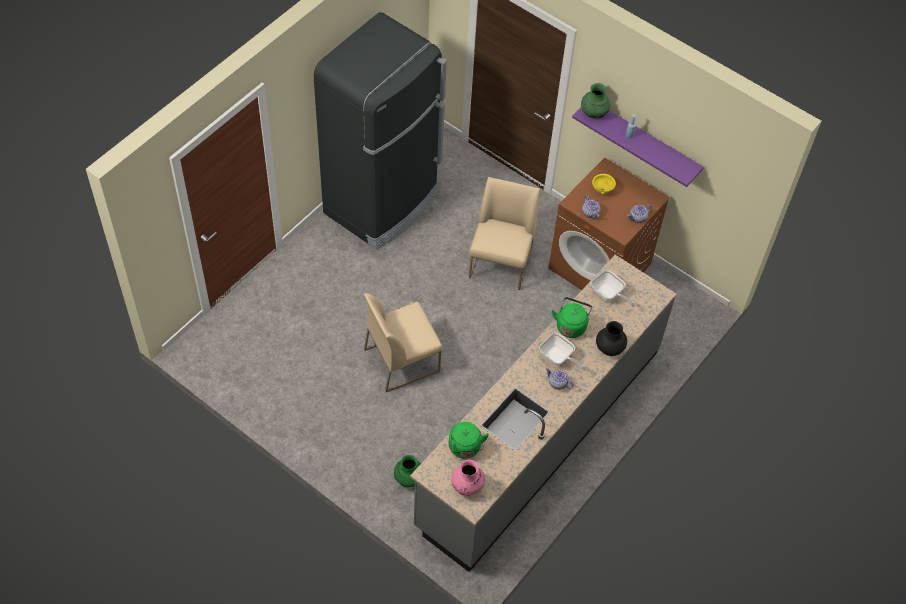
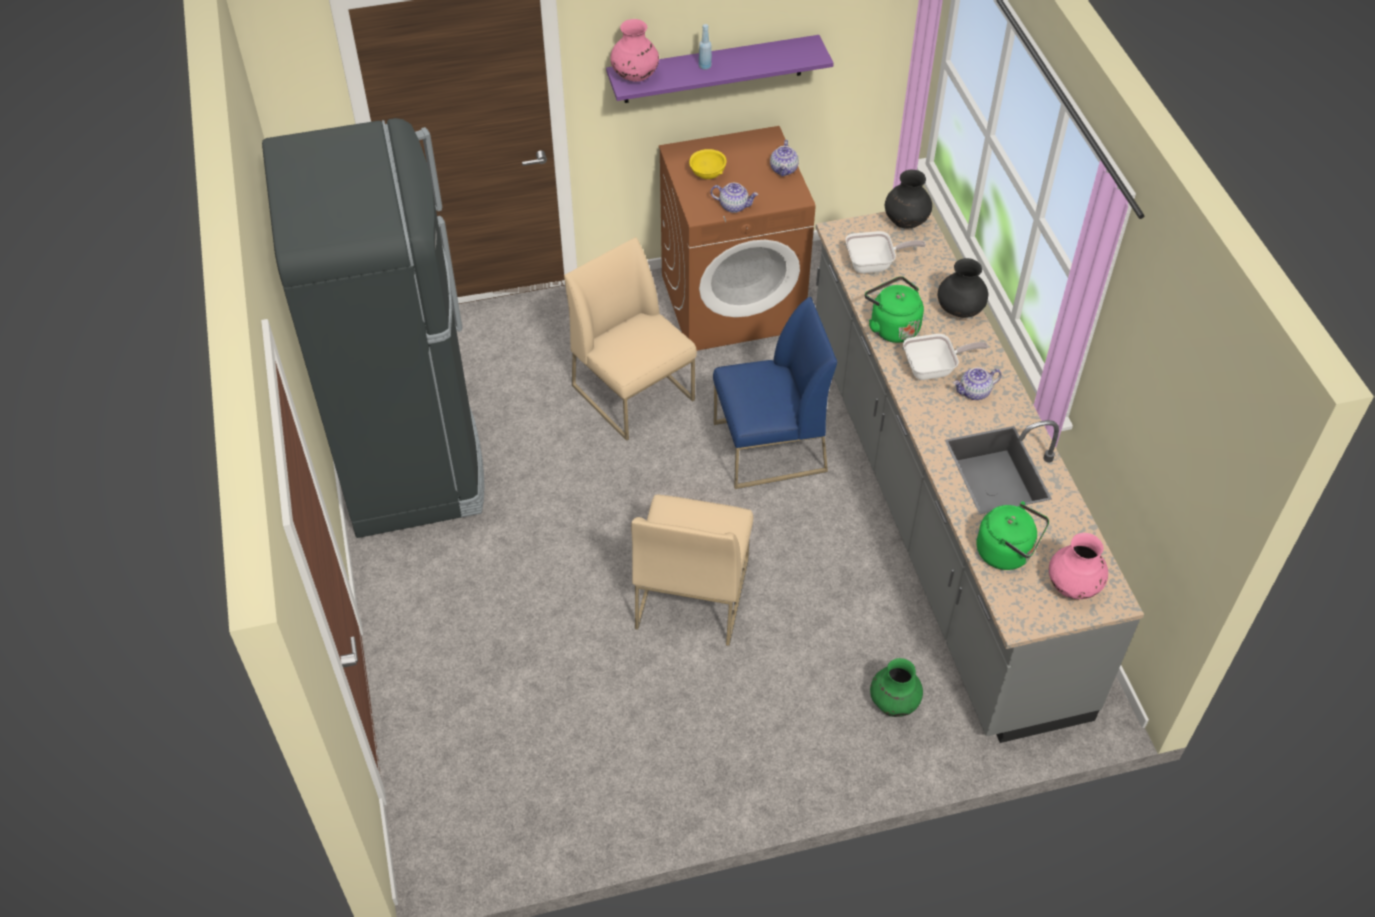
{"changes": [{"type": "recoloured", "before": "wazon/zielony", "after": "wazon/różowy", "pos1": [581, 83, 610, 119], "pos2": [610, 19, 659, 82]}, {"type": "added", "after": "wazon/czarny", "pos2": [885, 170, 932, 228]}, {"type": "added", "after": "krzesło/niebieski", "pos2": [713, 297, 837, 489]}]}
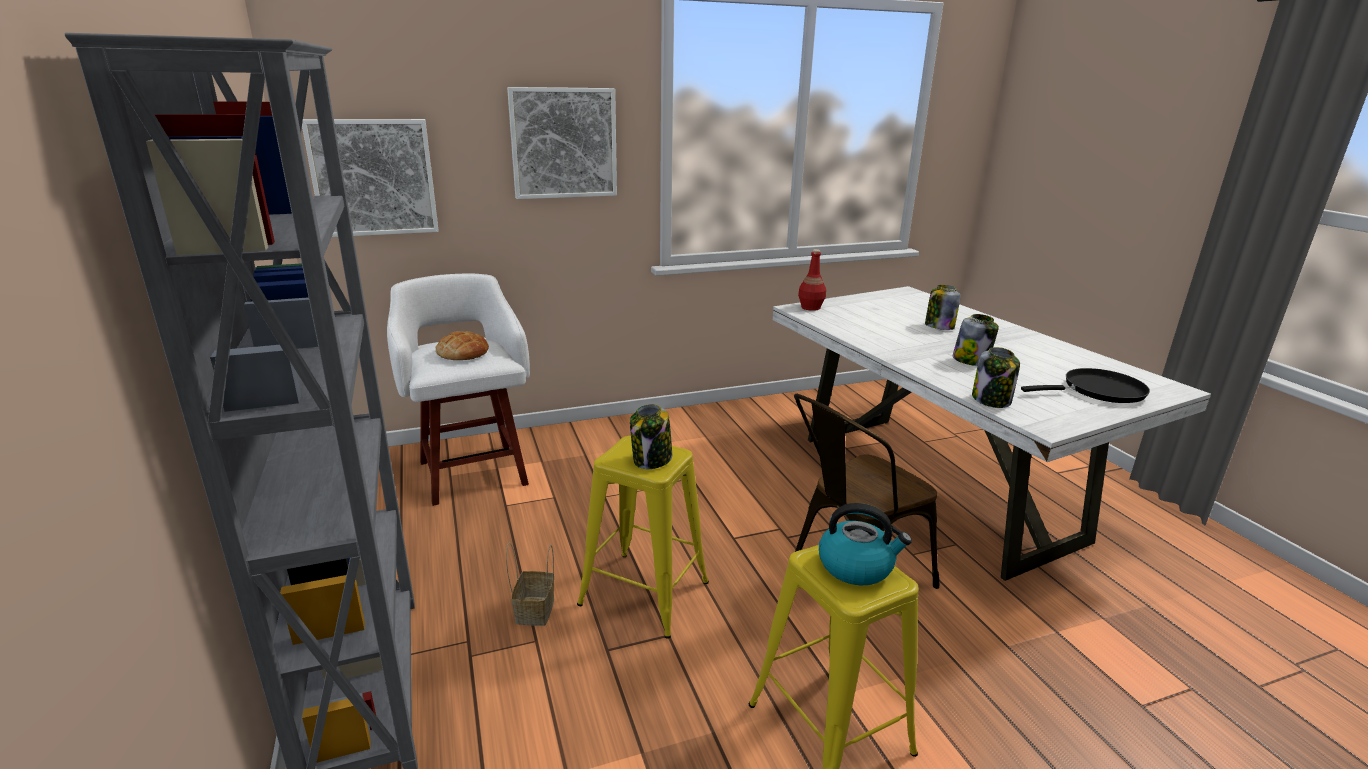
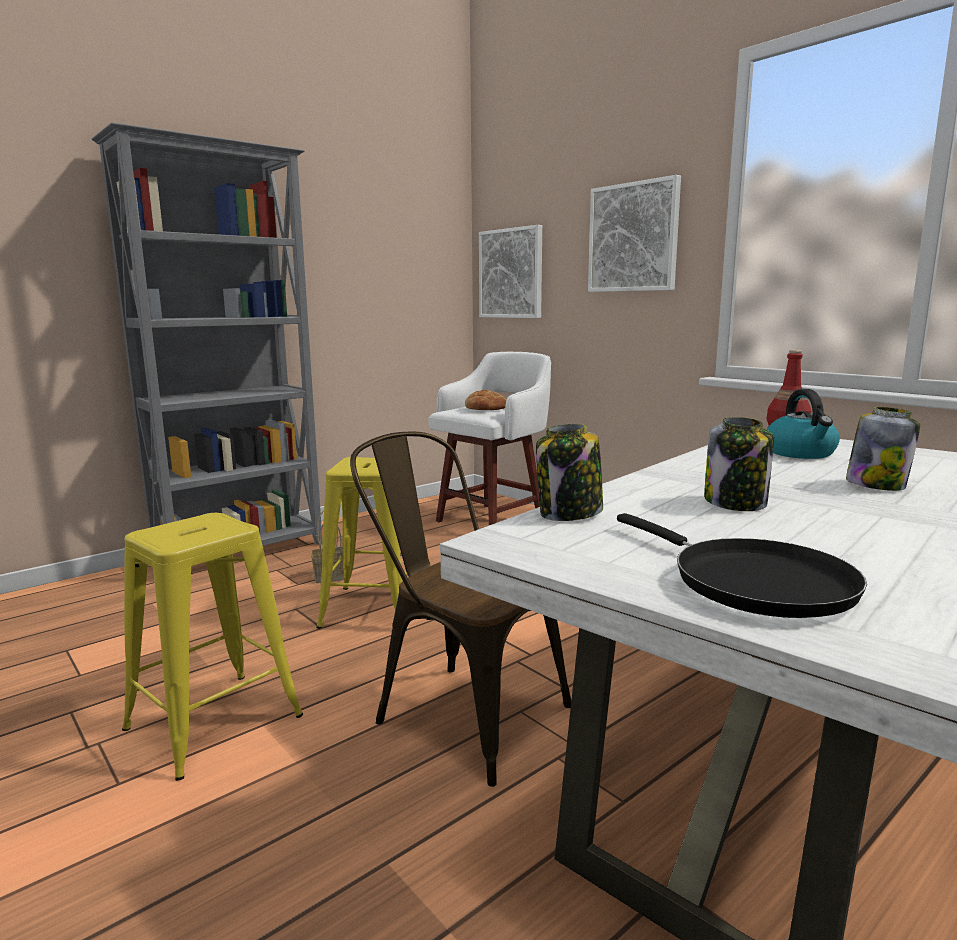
{"changes": [{"type": "removed", "before": "słoik", "pos1": [630, 404, 672, 469]}, {"type": "moved", "before": "czajnik", "pos1": [819, 503, 912, 585], "pos2": [767, 389, 840, 459]}]}
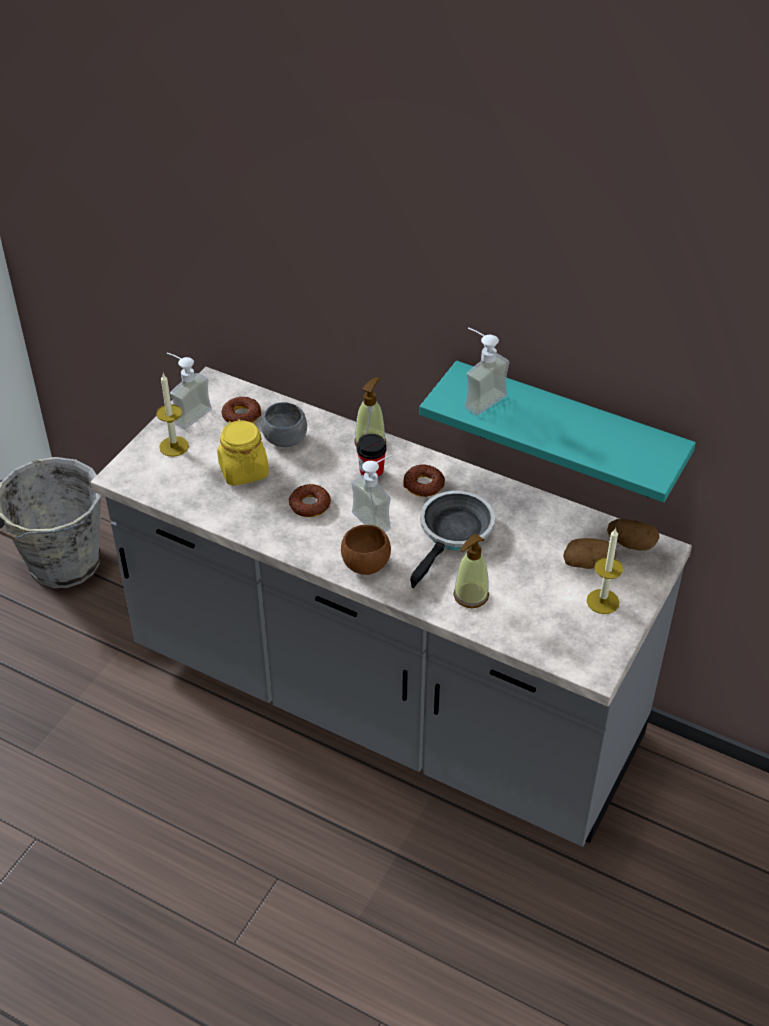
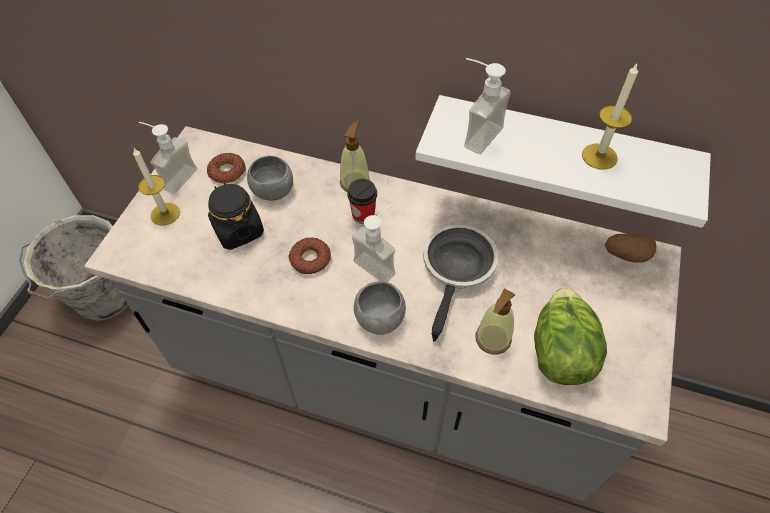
{"changes": [{"type": "recoloured", "before": "półka/turkusowy", "after": "półka/biały", "pos1": [419, 361, 696, 502], "pos2": [415, 95, 711, 228]}, {"type": "recoloured", "before": "słoik/żółty", "after": "słoik/czarny", "pos1": [217, 419, 269, 486], "pos2": [208, 182, 264, 250]}, {"type": "removed", "before": "donut", "pos1": [403, 464, 445, 497]}, {"type": "recoloured", "before": "miska/brązowy", "after": "miska/szary", "pos1": [341, 525, 391, 575], "pos2": [354, 281, 406, 335]}, {"type": "moved", "before": "świeca", "pos1": [587, 528, 623, 614], "pos2": [582, 64, 638, 170]}, {"type": "removed", "before": "ziemniak", "pos1": [563, 538, 616, 569]}, {"type": "added", "after": "sałata", "pos2": [534, 287, 607, 385]}]}
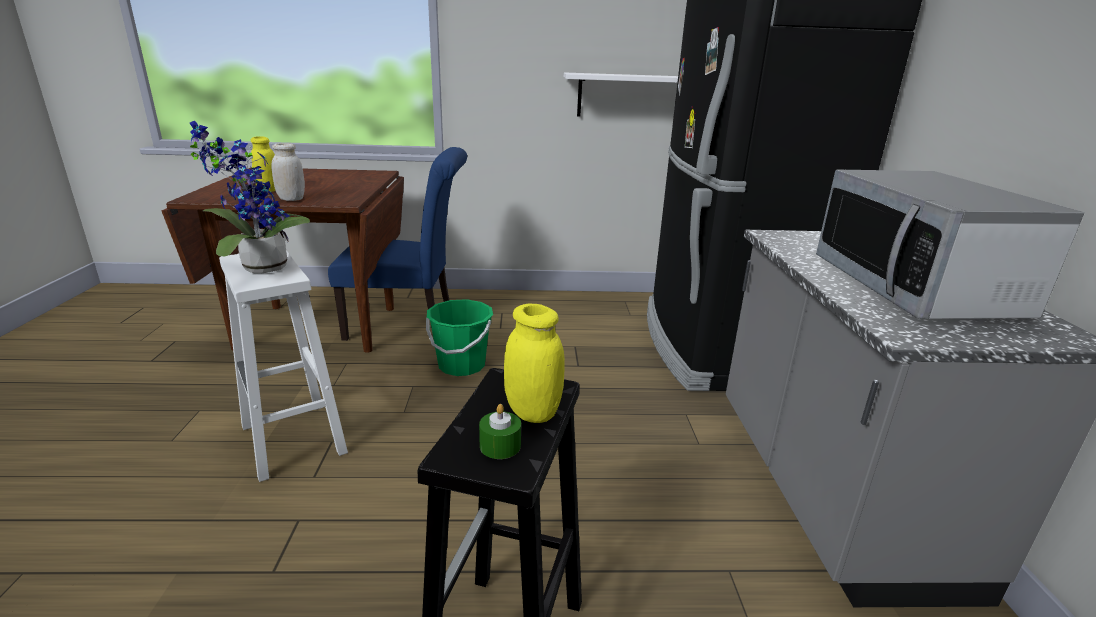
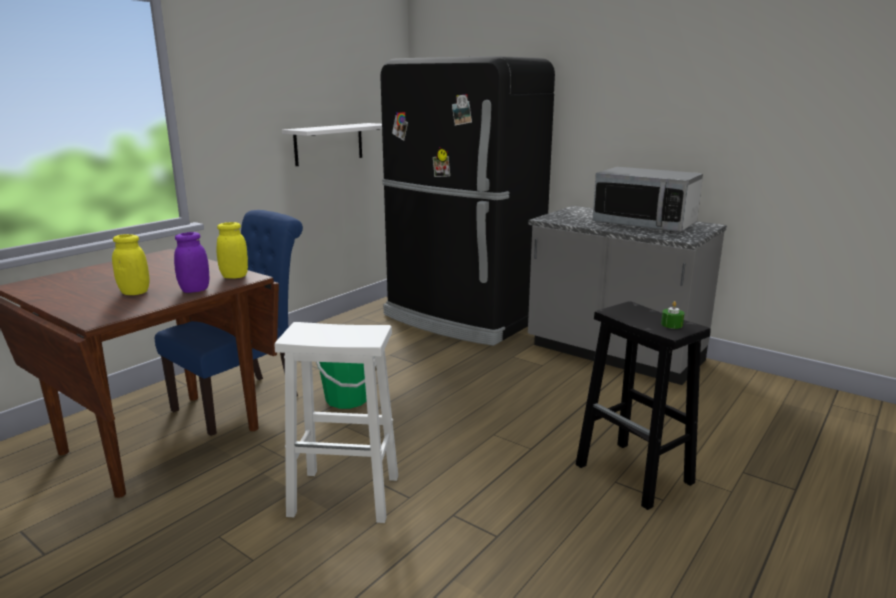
{"changes": [{"type": "removed", "before": "roślina doniczkowa", "pos1": [190, 121, 310, 273]}, {"type": "recoloured", "before": "słoik/biały", "after": "słoik/fioletowy", "pos1": [271, 143, 305, 201], "pos2": [174, 232, 209, 293]}, {"type": "moved", "before": "słoik/żółty", "pos1": [504, 304, 565, 423], "pos2": [217, 222, 248, 279]}]}
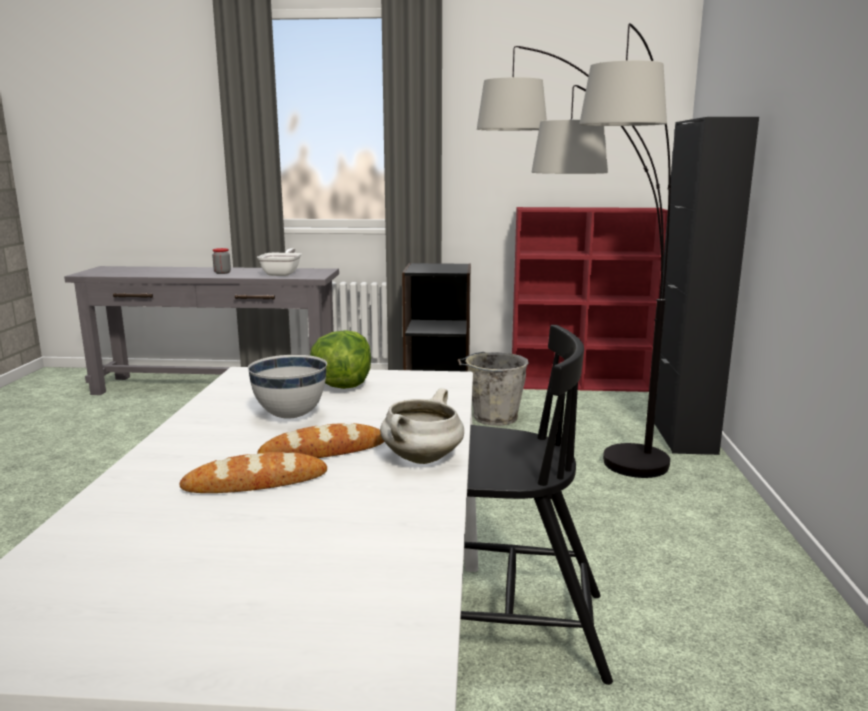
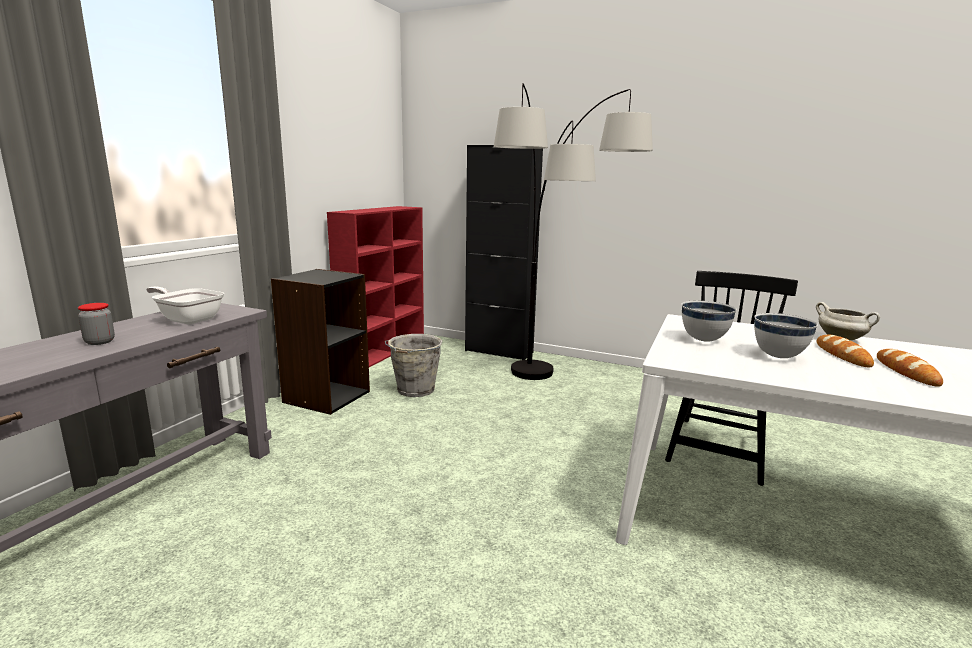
{"changes": [{"type": "replaced", "before": "sałata", "after": "miska/biały", "pos1": [310, 330, 371, 389], "pos2": [682, 301, 737, 342]}]}
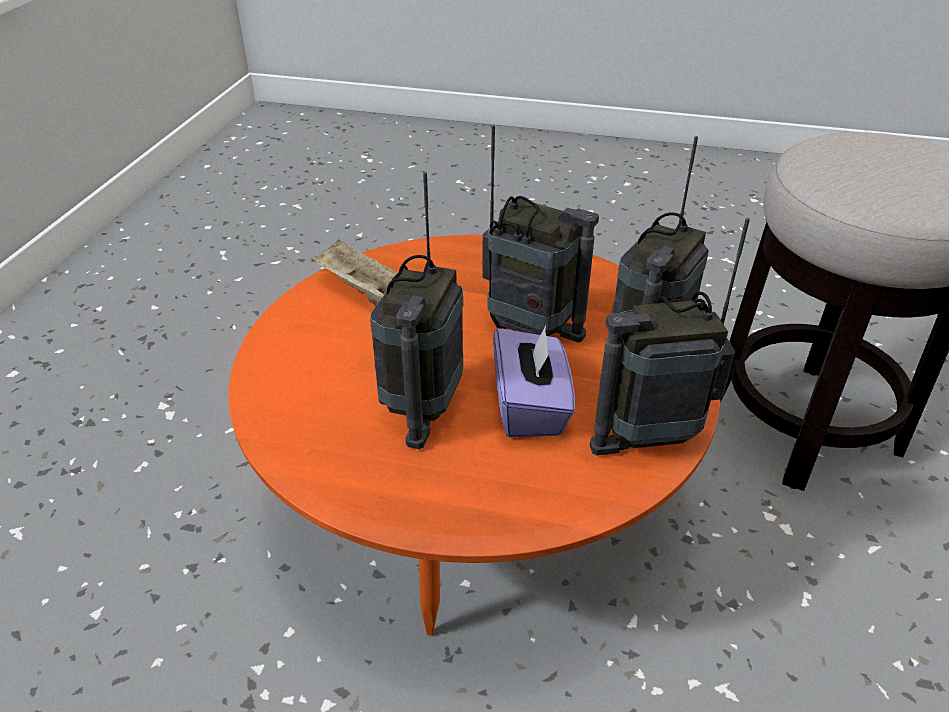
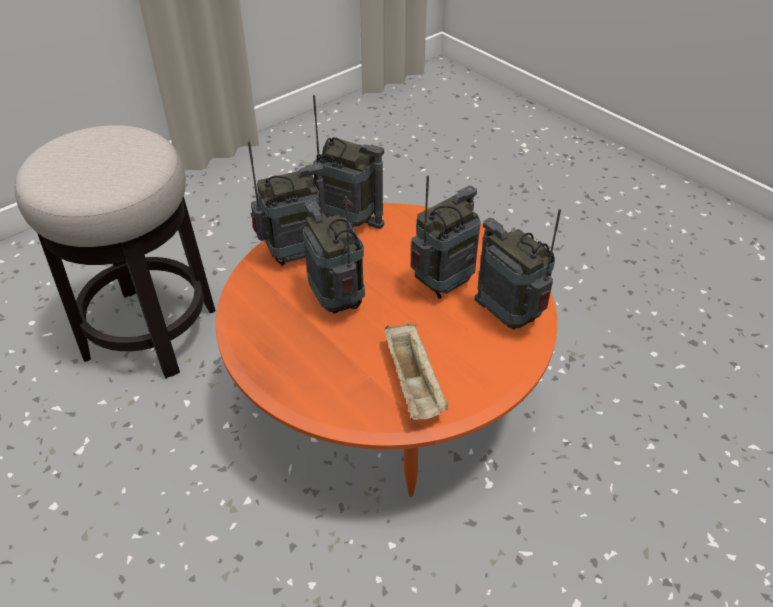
{"changes": [{"type": "removed", "before": "pudełko chusteczek/fioletowy", "pos1": [493, 325, 575, 438]}, {"type": "added", "after": "radio", "pos2": [475, 209, 561, 330]}]}
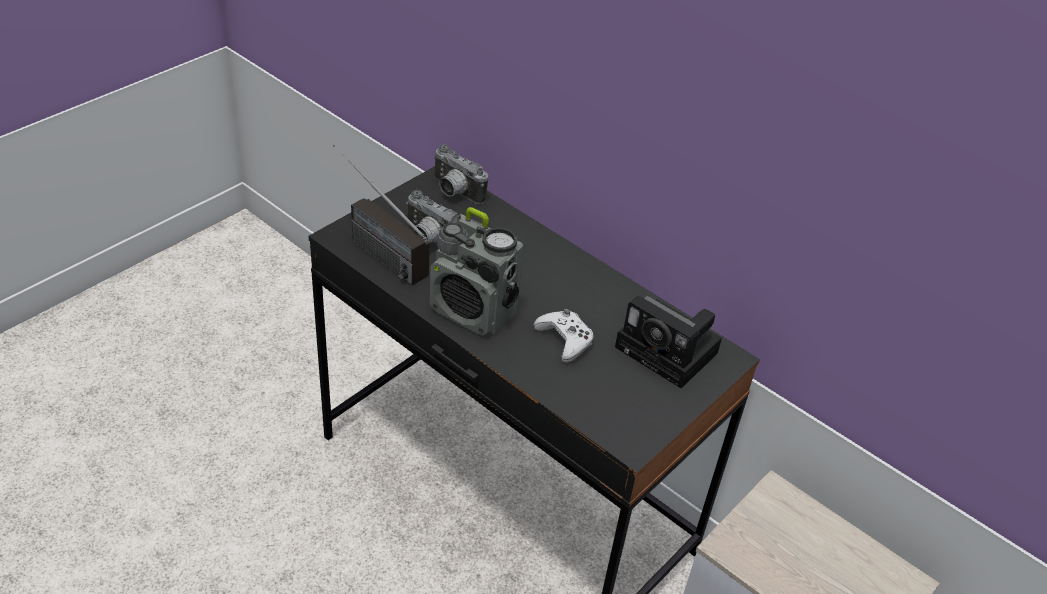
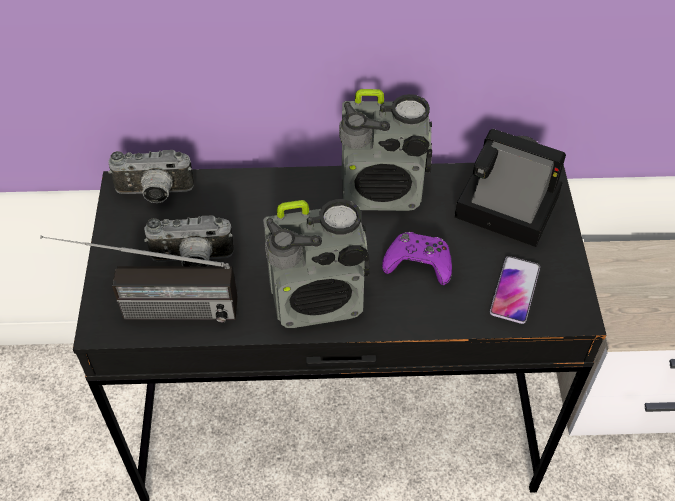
{"changes": [{"type": "turned", "before": "aparat fotograficzny", "pos1": [615, 296, 722, 388], "pos2": [454, 128, 566, 247], "turn": -150}, {"type": "recoloured", "before": "pad do gier/biały", "after": "pad do gier/fioletowy", "pos1": [533, 309, 594, 363], "pos2": [382, 232, 452, 285]}, {"type": "added", "after": "radio", "pos2": [339, 89, 432, 211]}, {"type": "added", "after": "telefon", "pos2": [490, 256, 540, 324]}]}
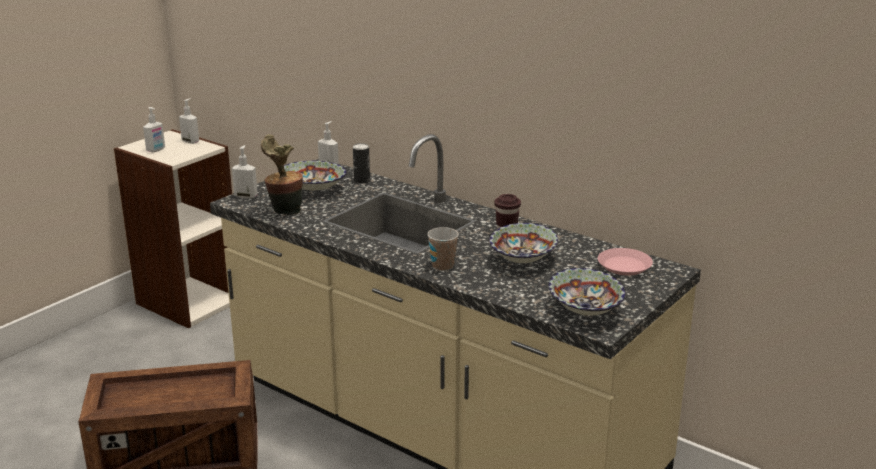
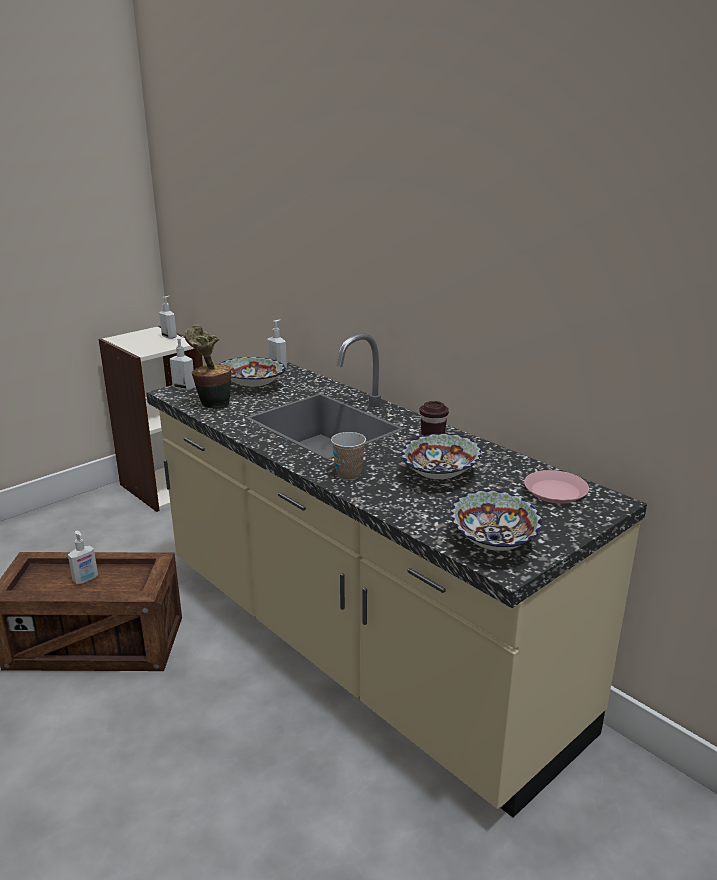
{"changes": [{"type": "moved", "before": "dozownik mydła", "pos1": [143, 107, 165, 153], "pos2": [68, 531, 98, 584]}, {"type": "removed", "before": "puszka", "pos1": [353, 143, 370, 184]}]}
